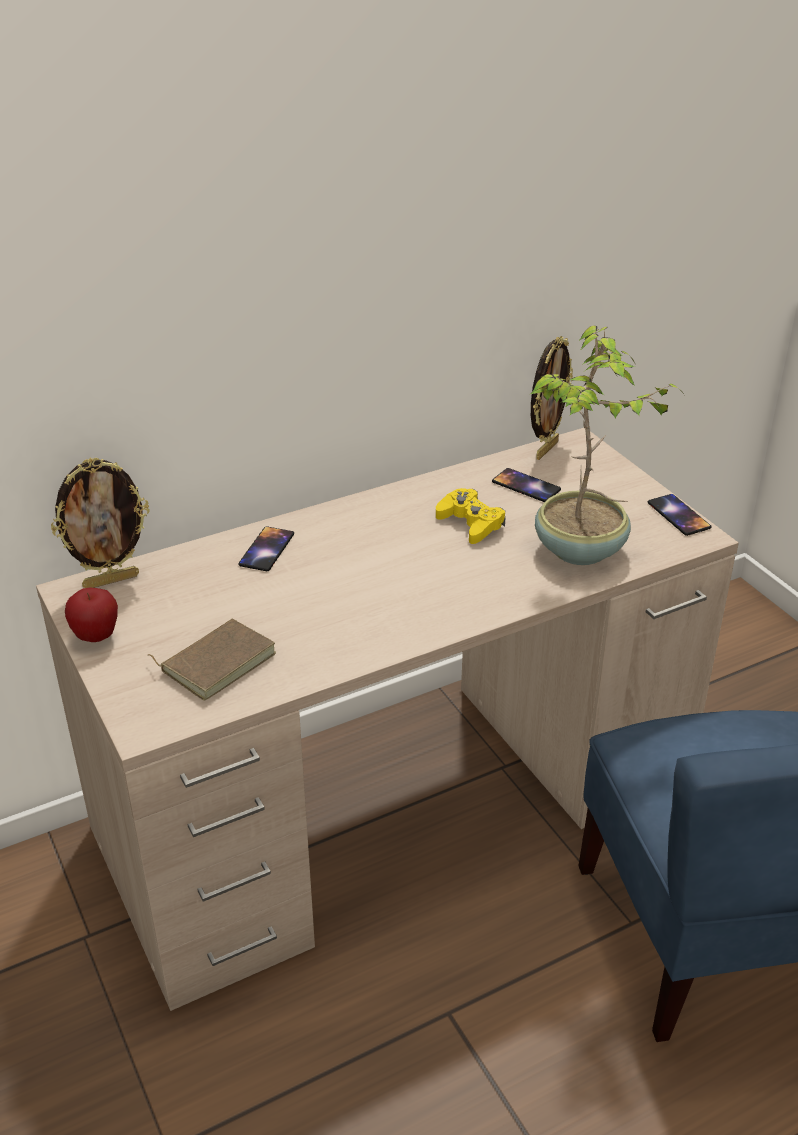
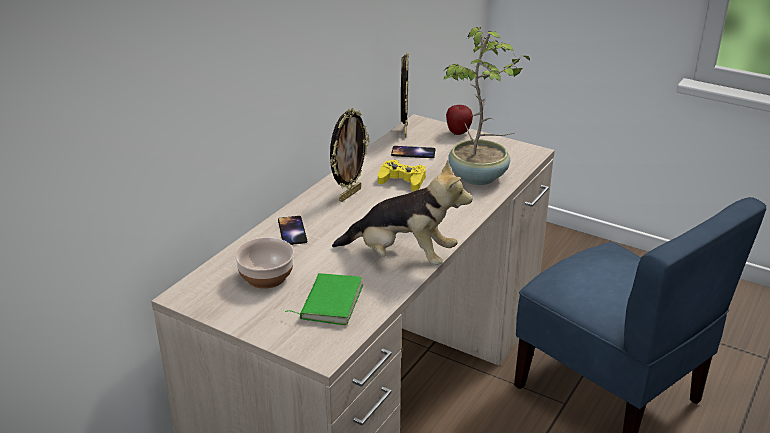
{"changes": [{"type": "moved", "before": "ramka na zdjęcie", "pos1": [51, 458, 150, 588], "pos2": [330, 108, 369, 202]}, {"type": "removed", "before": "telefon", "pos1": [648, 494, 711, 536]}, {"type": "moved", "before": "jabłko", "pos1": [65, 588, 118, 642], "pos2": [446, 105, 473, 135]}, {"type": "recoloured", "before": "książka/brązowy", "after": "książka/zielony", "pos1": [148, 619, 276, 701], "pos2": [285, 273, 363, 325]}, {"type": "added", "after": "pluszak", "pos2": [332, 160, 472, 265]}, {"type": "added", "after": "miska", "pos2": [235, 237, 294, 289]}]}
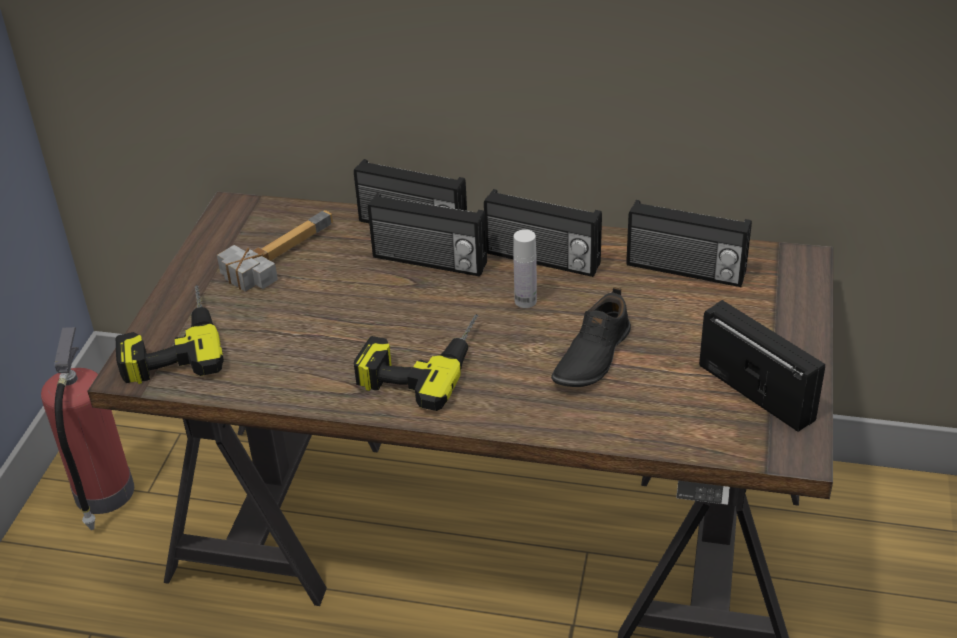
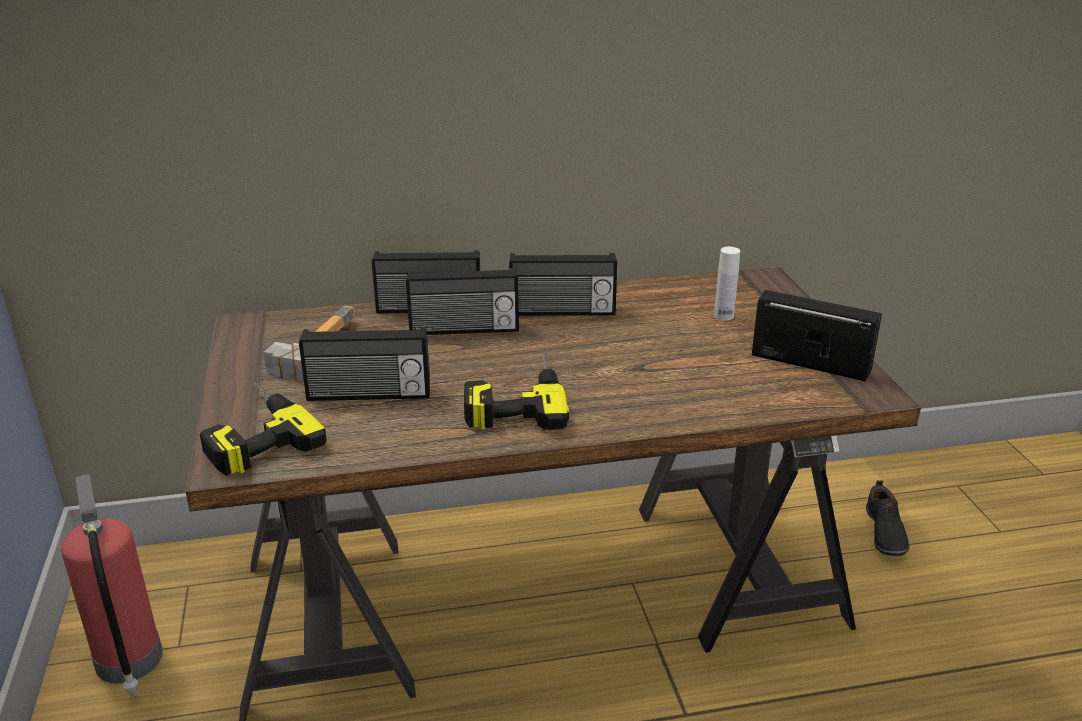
{"changes": [{"type": "moved", "before": "radio", "pos1": [626, 200, 752, 287], "pos2": [299, 327, 430, 401]}, {"type": "moved", "before": "butelka/biały", "pos1": [513, 229, 537, 308], "pos2": [714, 247, 740, 320]}, {"type": "moved", "before": "but/czarny", "pos1": [551, 287, 631, 387], "pos2": [866, 480, 910, 556]}]}
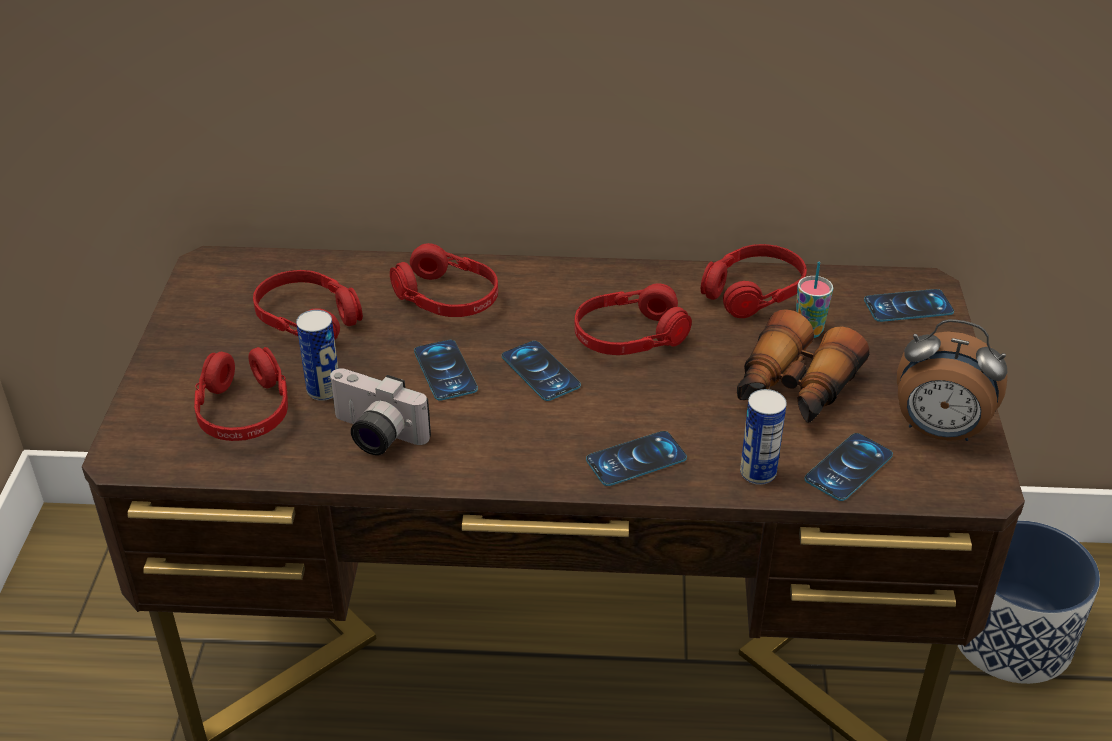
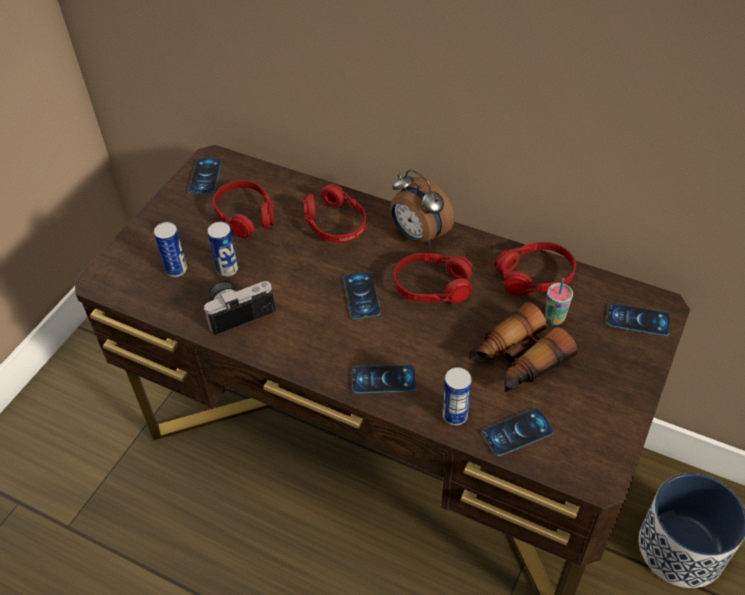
{"changes": [{"type": "moved", "before": "budzik", "pos1": [897, 319, 1008, 441], "pos2": [390, 169, 455, 246]}, {"type": "moved", "before": "telefon", "pos1": [414, 340, 478, 401], "pos2": [188, 158, 222, 194]}, {"type": "replaced", "before": "słuchawki/czerwony", "after": "puszka", "pos1": [194, 347, 288, 441], "pos2": [154, 222, 187, 277]}, {"type": "turned", "before": "aparat fotograficzny", "pos1": [328, 368, 431, 455], "pos2": [204, 281, 275, 335], "turn": 105}]}
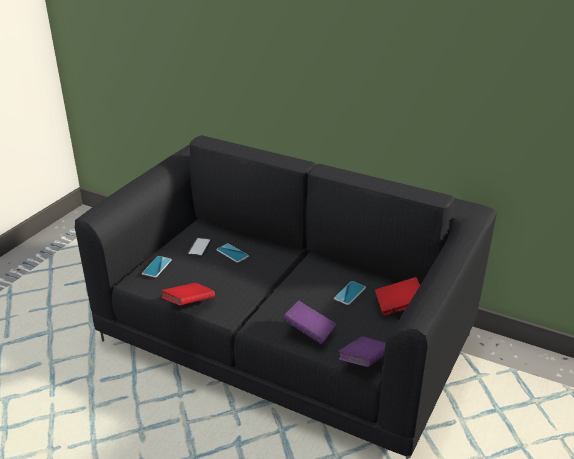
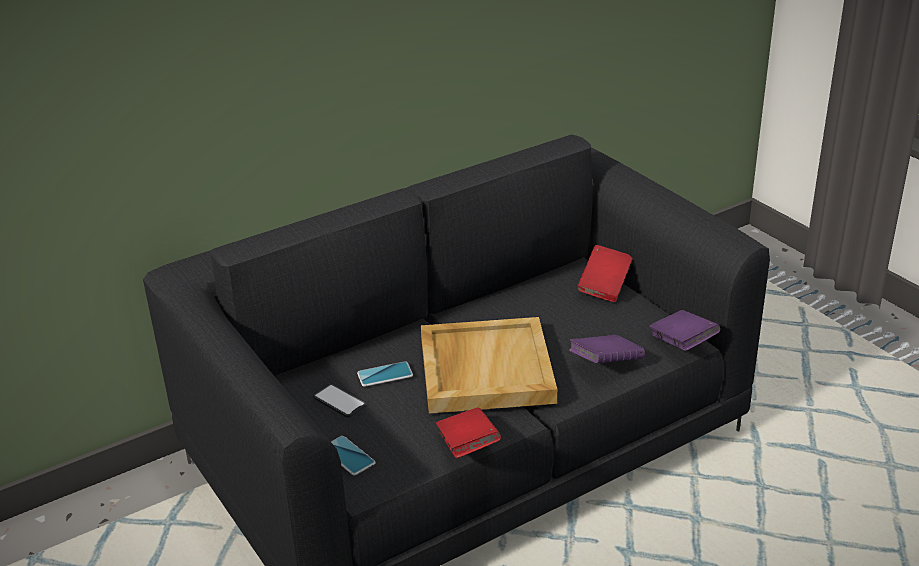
{"changes": [{"type": "removed", "before": "telefon", "pos1": [334, 281, 366, 305]}, {"type": "added", "after": "taca/beżowy", "pos2": [421, 317, 557, 414]}]}
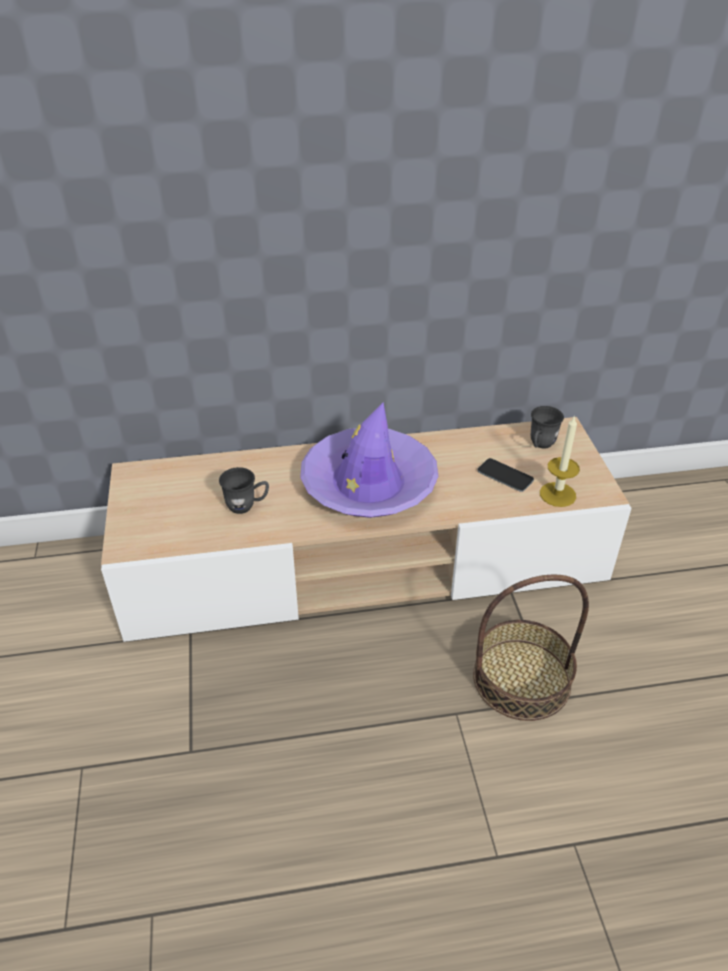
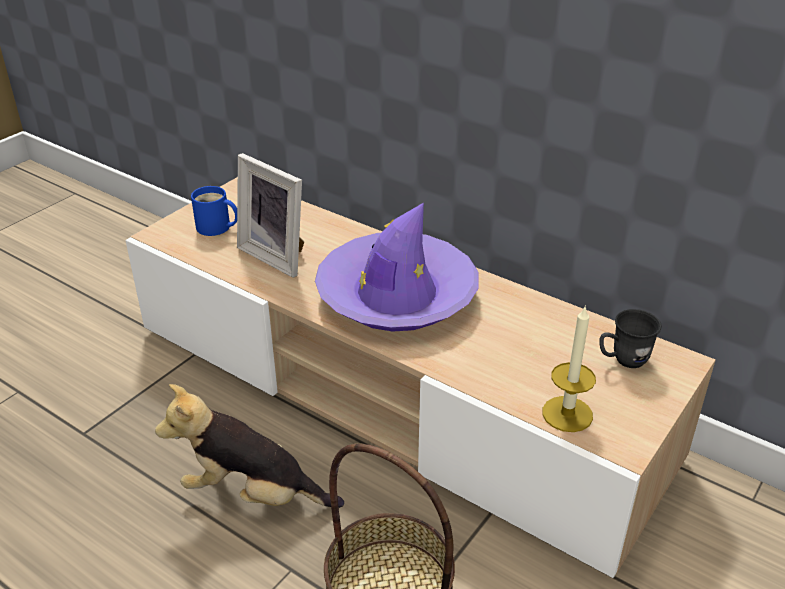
{"changes": [{"type": "removed", "before": "telefon", "pos1": [477, 458, 534, 492]}, {"type": "replaced", "before": "kubek/szary", "after": "ramka na zdjęcie", "pos1": [219, 467, 269, 514], "pos2": [237, 153, 305, 278]}, {"type": "added", "after": "kubek/niebieski", "pos2": [191, 186, 237, 236]}, {"type": "added", "after": "pluszak", "pos2": [155, 384, 344, 508]}]}
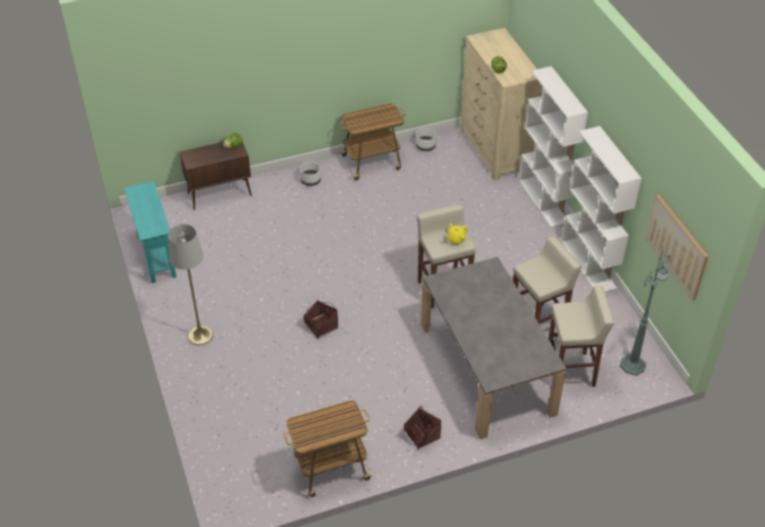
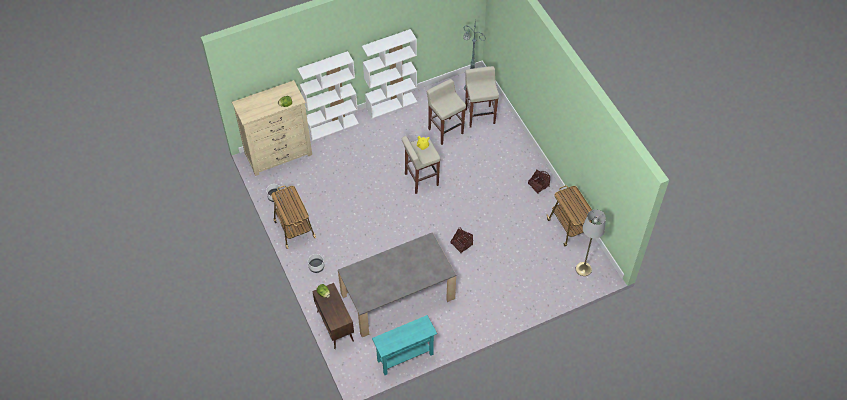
{"changes": [{"type": "removed", "before": "obraz", "pos1": [646, 194, 709, 301]}, {"type": "moved", "before": "lampa stojąca/szary", "pos1": [168, 224, 213, 345], "pos2": [576, 210, 606, 276]}, {"type": "moved", "before": "stół jadalny/szary", "pos1": [421, 257, 567, 439], "pos2": [338, 232, 456, 337]}]}
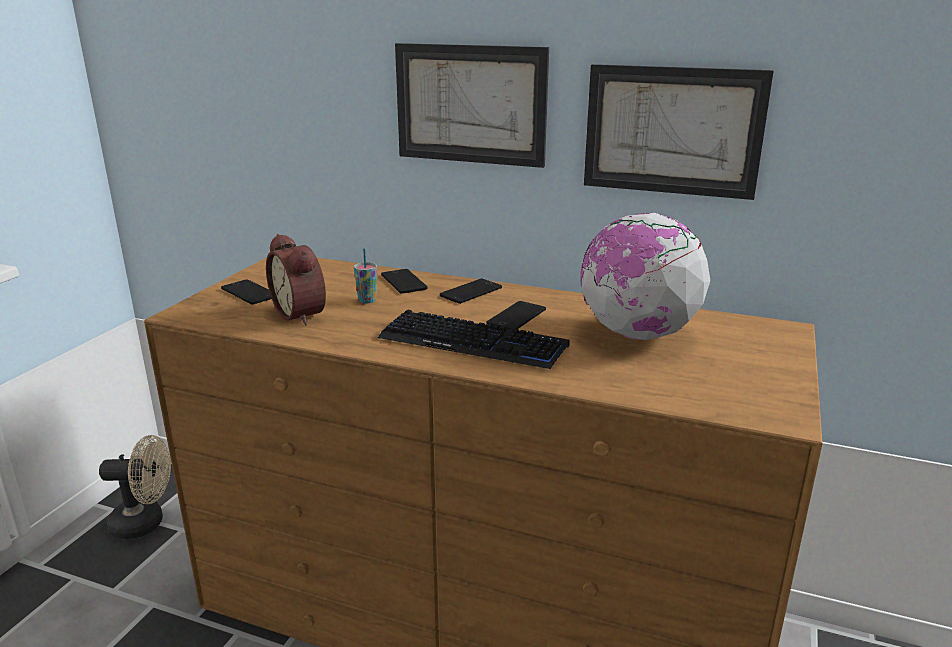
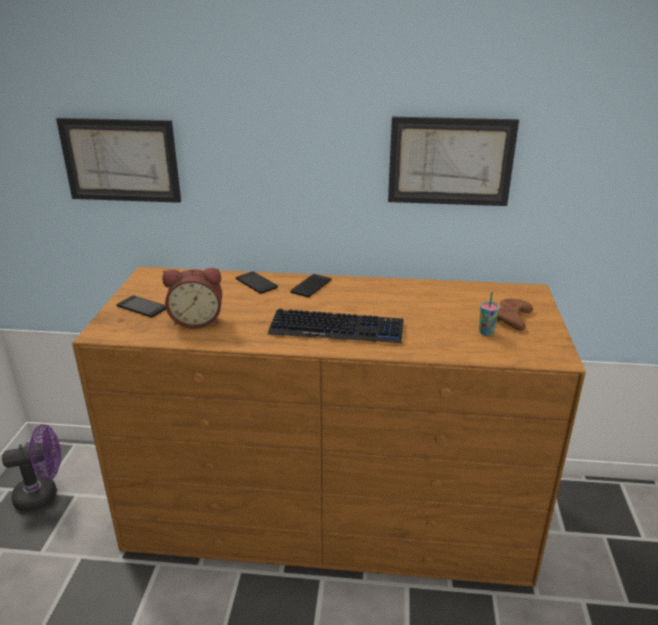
{"changes": [{"type": "moved", "before": "obraz", "pos1": [395, 43, 549, 168], "pos2": [56, 118, 181, 203]}, {"type": "removed", "before": "globus", "pos1": [581, 213, 710, 340]}, {"type": "turned", "before": "budzik", "pos1": [266, 234, 326, 325], "pos2": [162, 268, 222, 329], "turn": -45}, {"type": "moved", "before": "filiżanka", "pos1": [354, 248, 377, 303], "pos2": [479, 292, 500, 336]}, {"type": "removed", "before": "telefon", "pos1": [487, 301, 546, 330]}, {"type": "recoloured", "before": "wentylator/beżowy", "after": "wentylator/fioletowy", "pos1": [99, 435, 171, 539], "pos2": [2, 424, 61, 511]}, {"type": "added", "after": "pad do gier/brązowy", "pos2": [497, 299, 533, 331]}]}
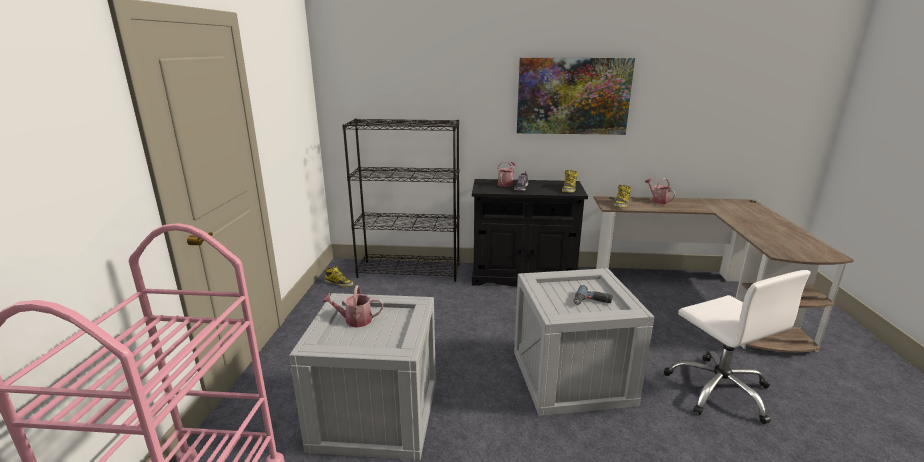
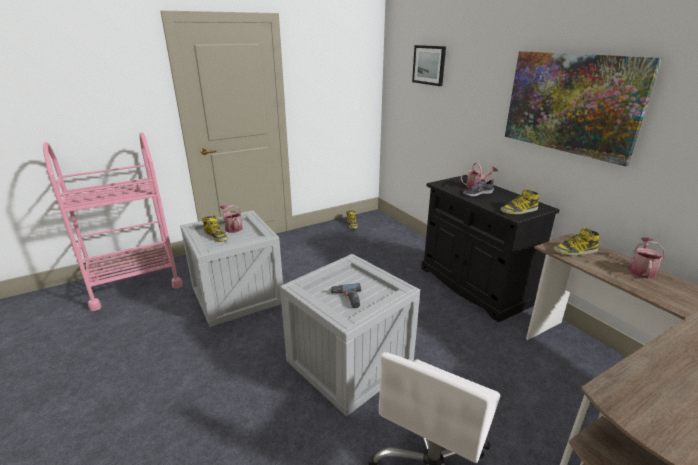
{"changes": [{"type": "removed", "before": "regał/czarny", "pos1": [342, 119, 460, 282]}, {"type": "added", "after": "obraz", "pos2": [412, 45, 446, 86]}, {"type": "added", "after": "but z cholewką", "pos2": [202, 216, 228, 242]}]}
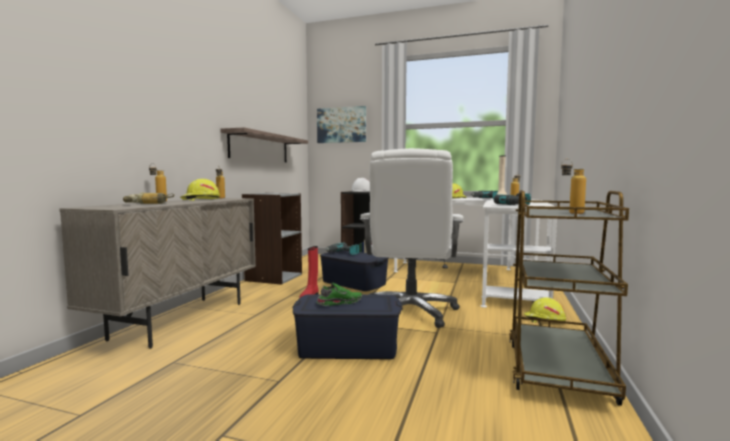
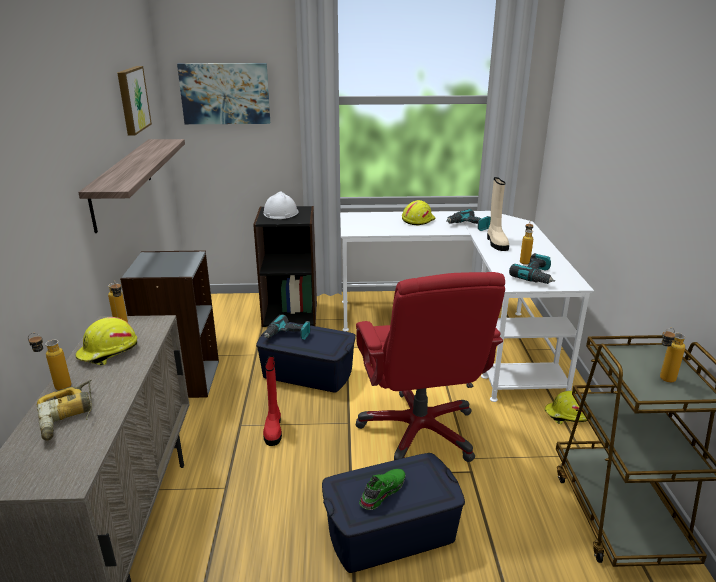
{"changes": [{"type": "recoloured", "before": "krzesło biurowe/biały", "after": "krzesło biurowe/czerwony", "pos1": [360, 148, 464, 328], "pos2": [356, 272, 505, 462]}, {"type": "added", "after": "obraz", "pos2": [117, 66, 152, 136]}]}
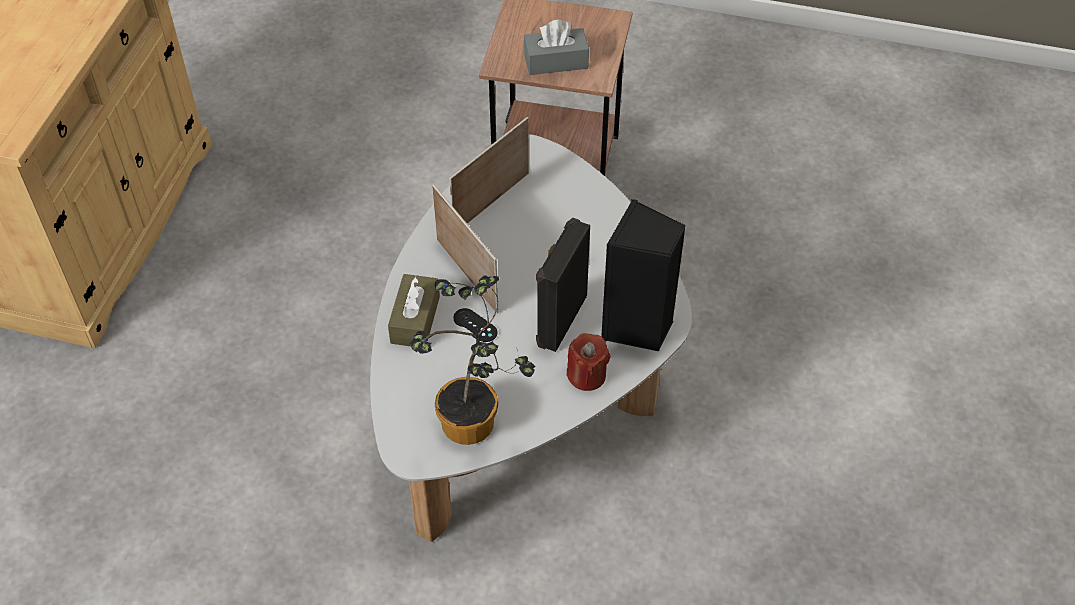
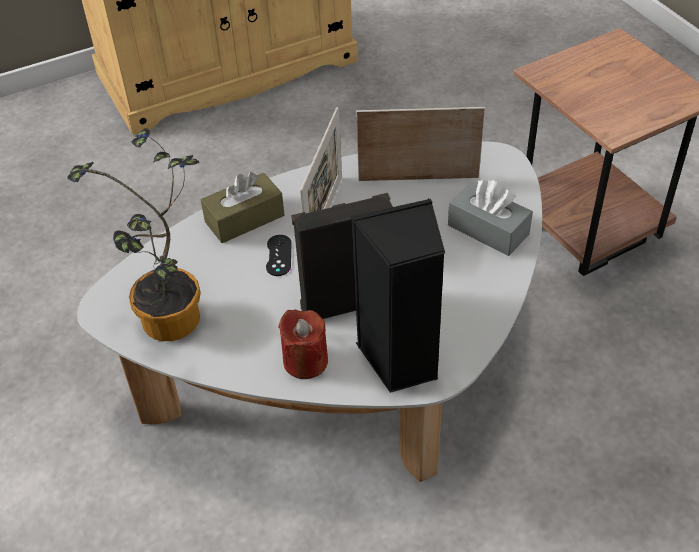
{"changes": [{"type": "moved", "before": "pudełko chusteczek/szary", "pos1": [524, 19, 589, 75], "pos2": [448, 180, 533, 256]}]}
